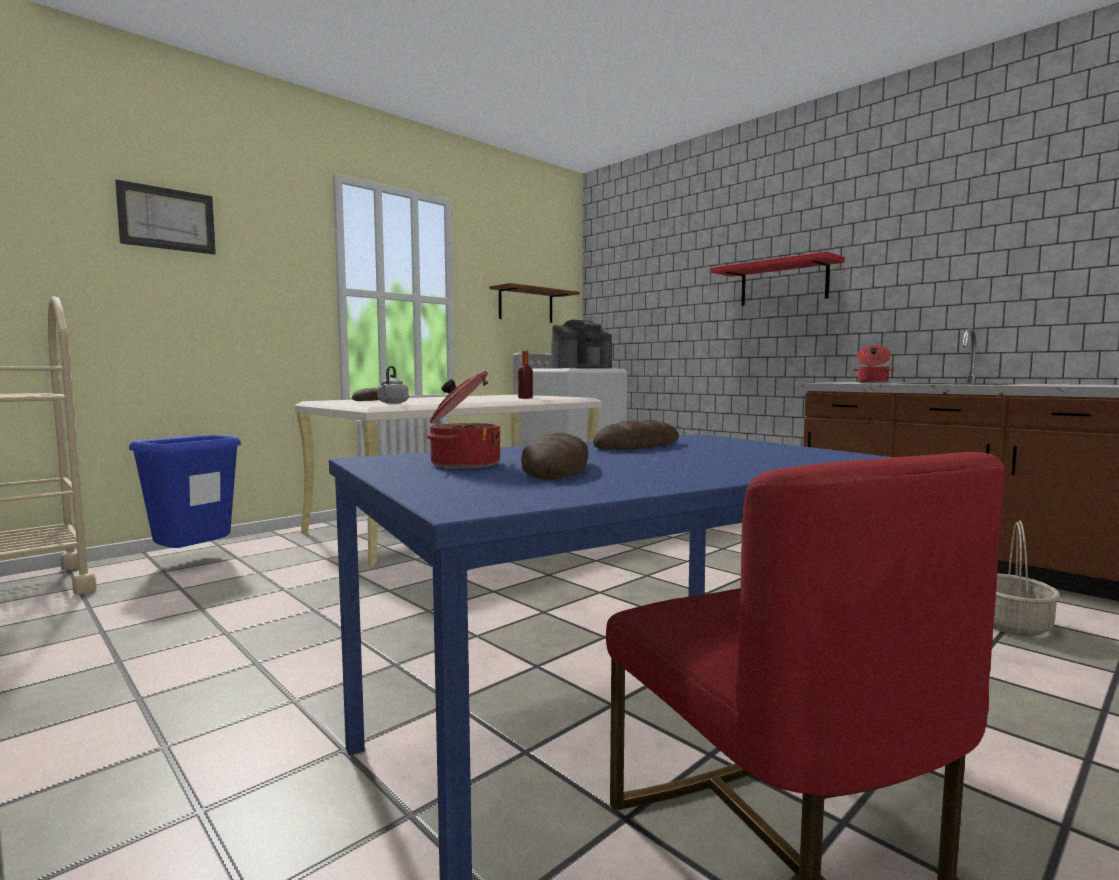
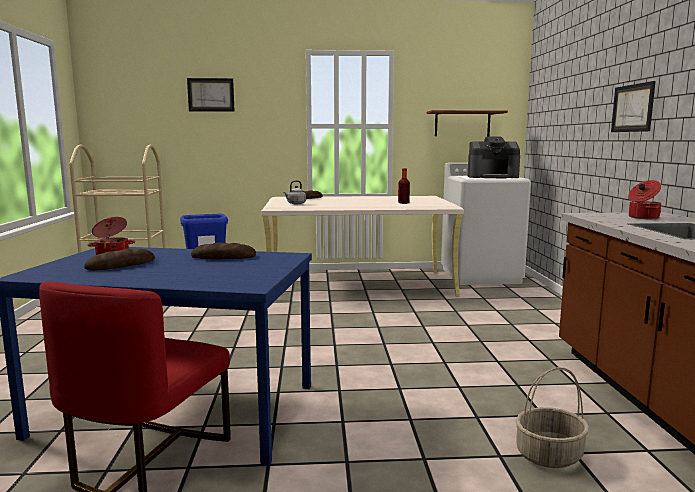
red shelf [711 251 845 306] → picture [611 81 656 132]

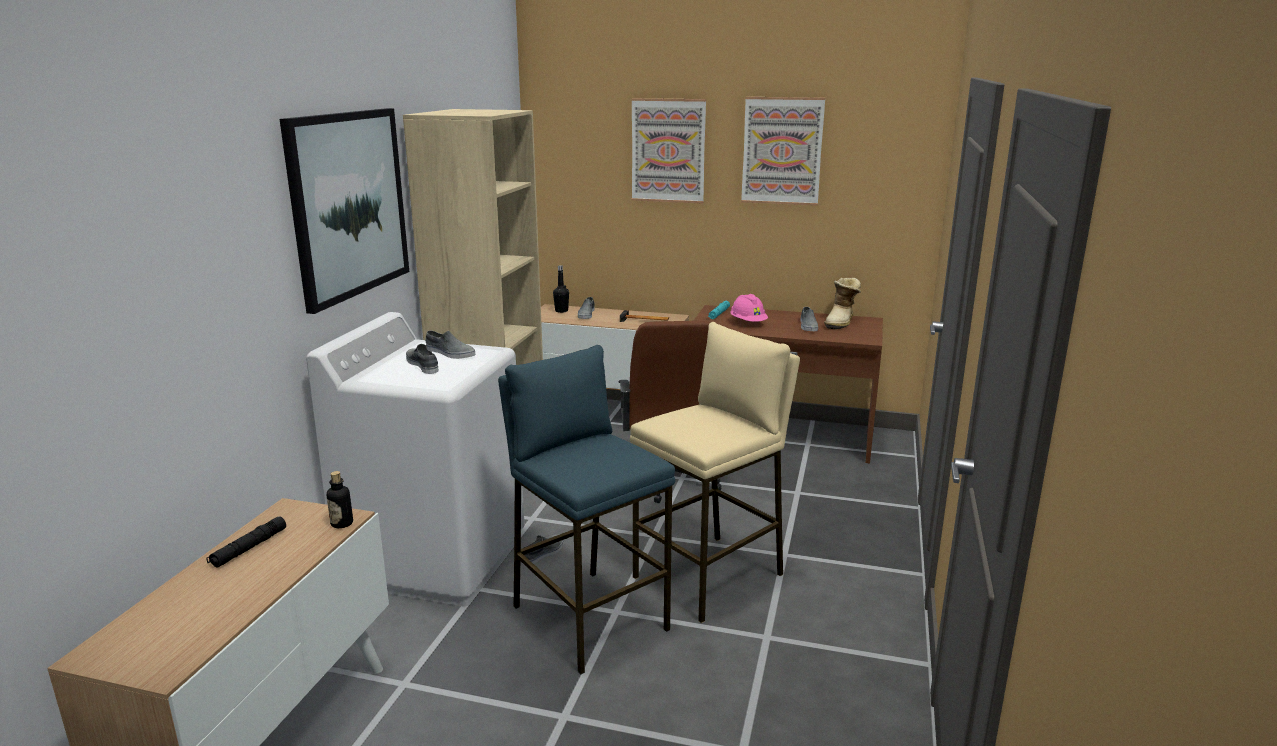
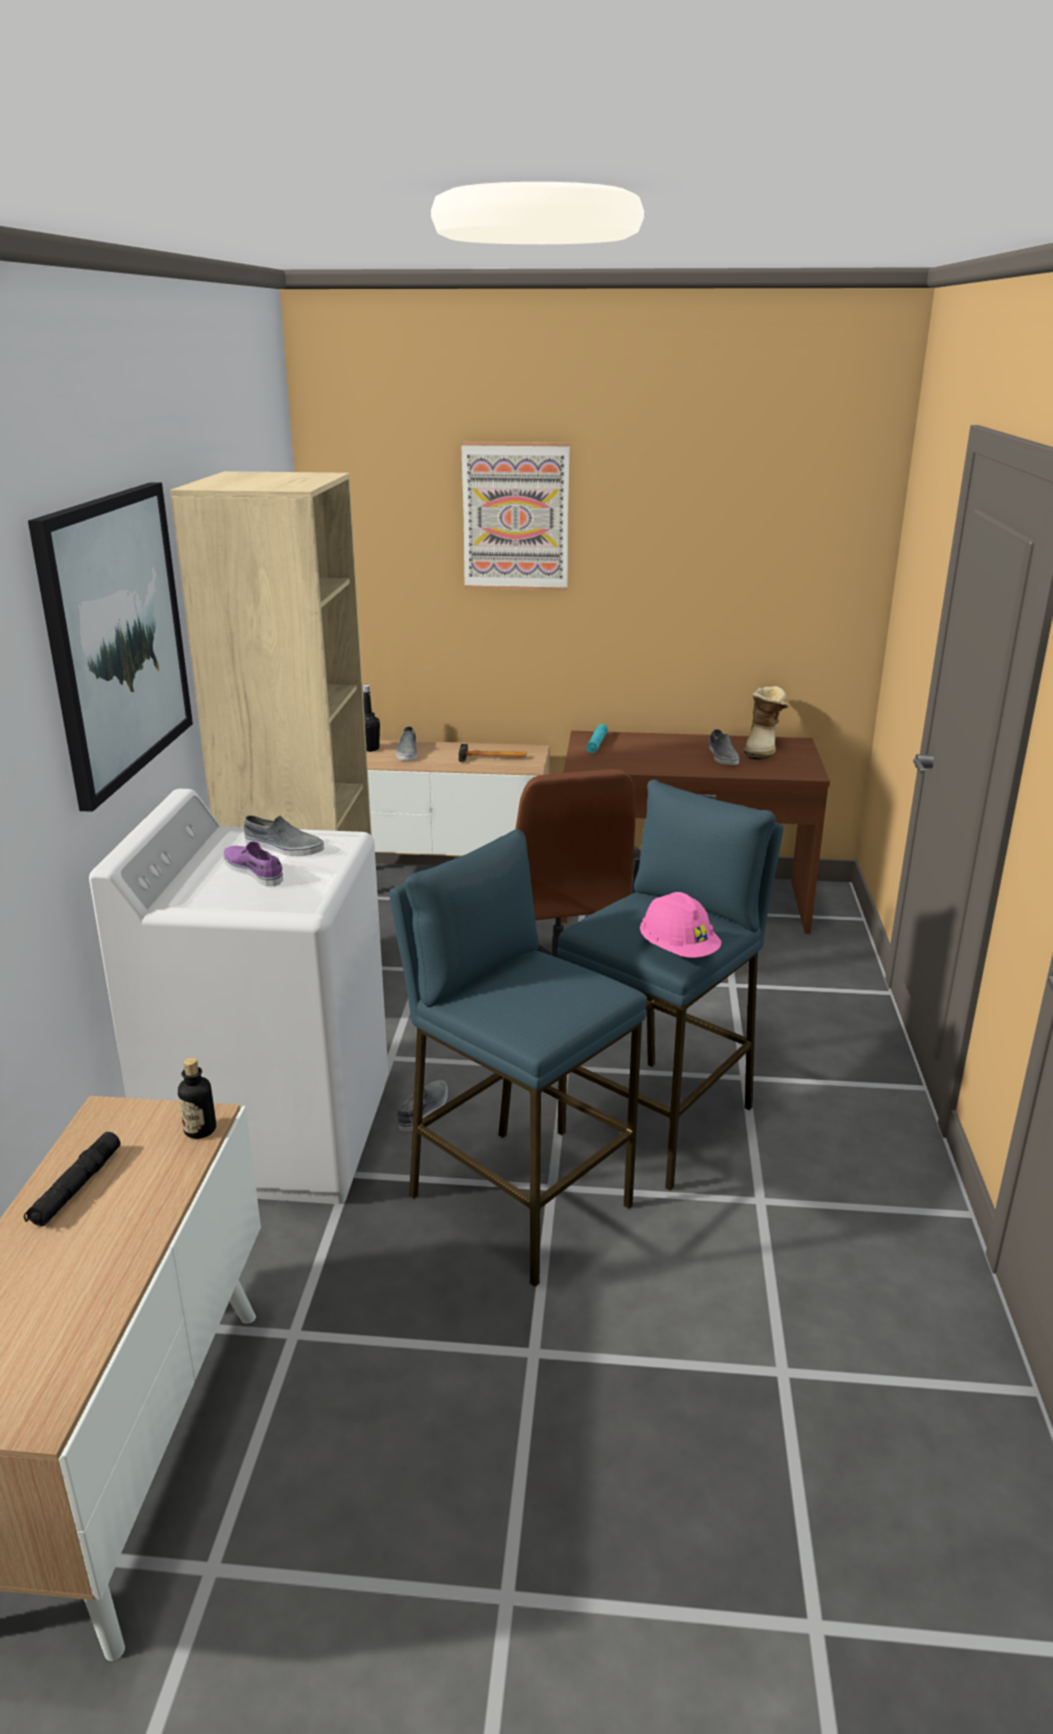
grey shoe [406 344 438 374] → purple shoe [223 841 283 886]
beige stool [630 322 800 623] → blue stool [557 779 783 1191]
pink hard hat [730 294 768 322] → pink hard hat [640 892 721 958], move
picture [741 97 825 206] → -

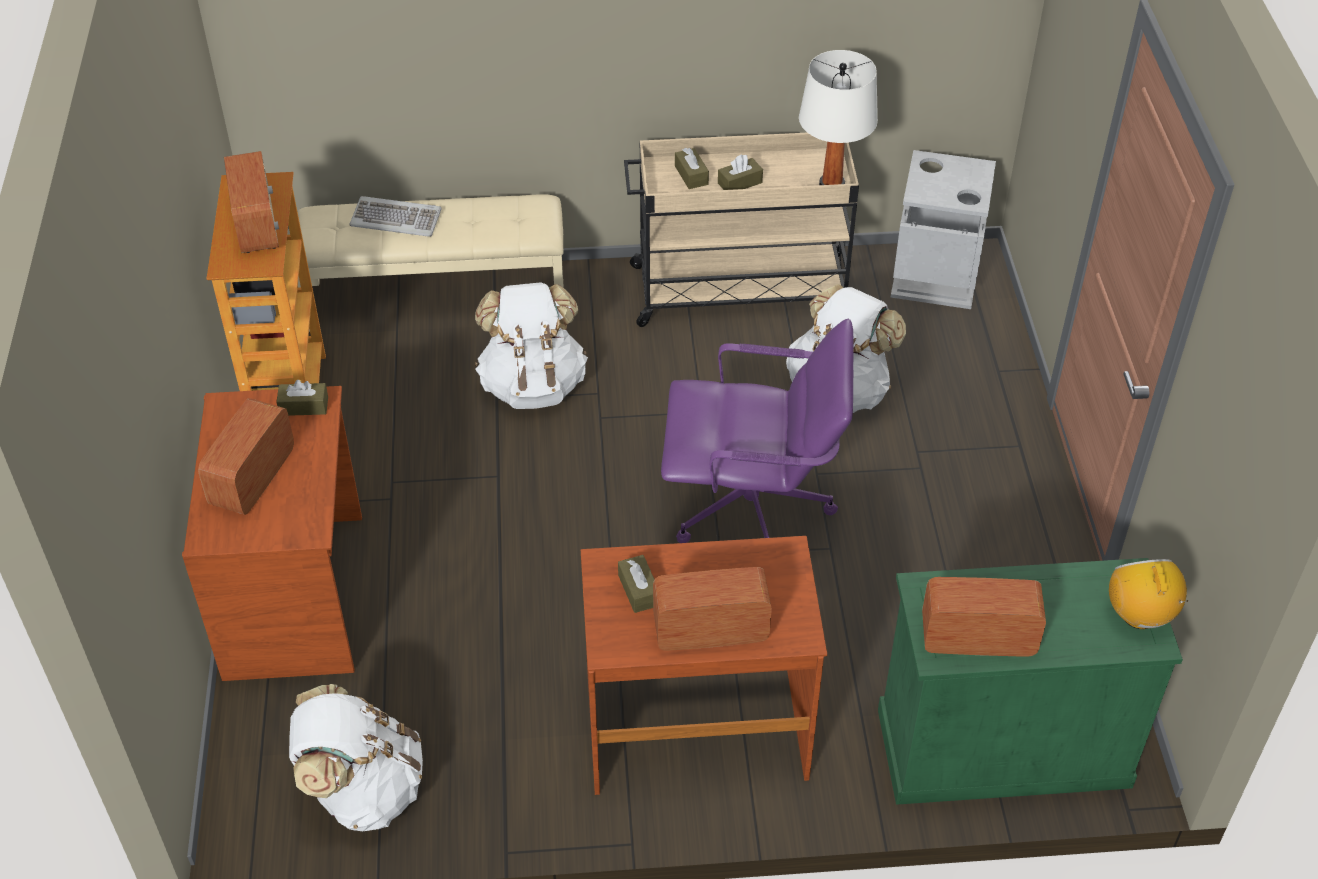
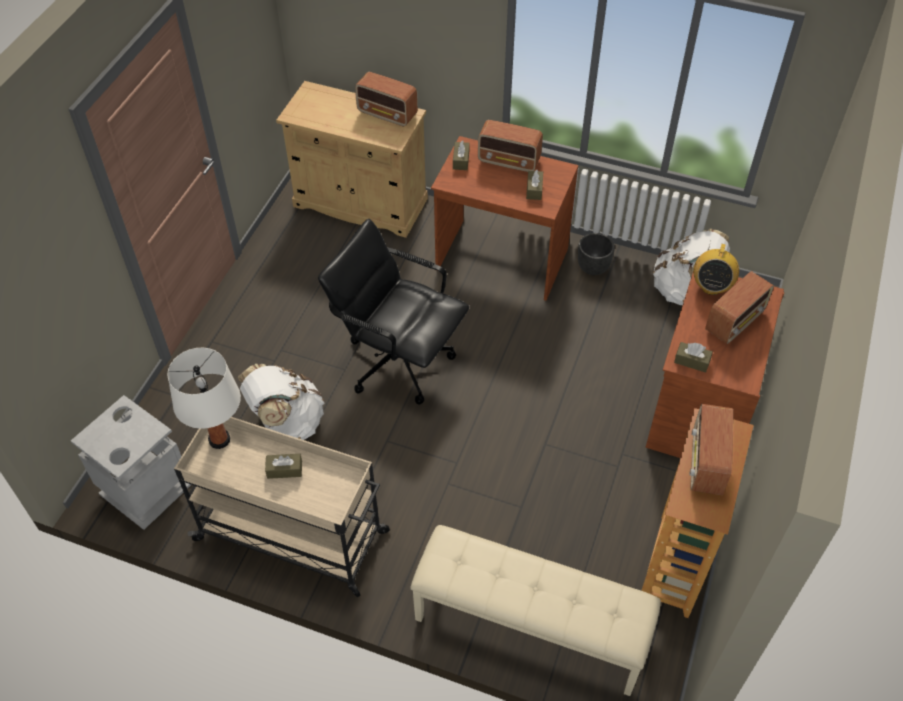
keyboard [349 196 442 237] → -
white backpack [475 282 588 409] → -
purple office chair [661 319 854 543] → black office chair [318 219 469 405]
brown tissue box [675 148 709 189] → brown tissue box [453 140 470 170], move
green cabinet [878 558 1183 805] → beige cabinet [276 81 428 238]
radio [1109 559 1188 629] → radio [693 242 739 295], move
- → black planter [578 233 615 275]

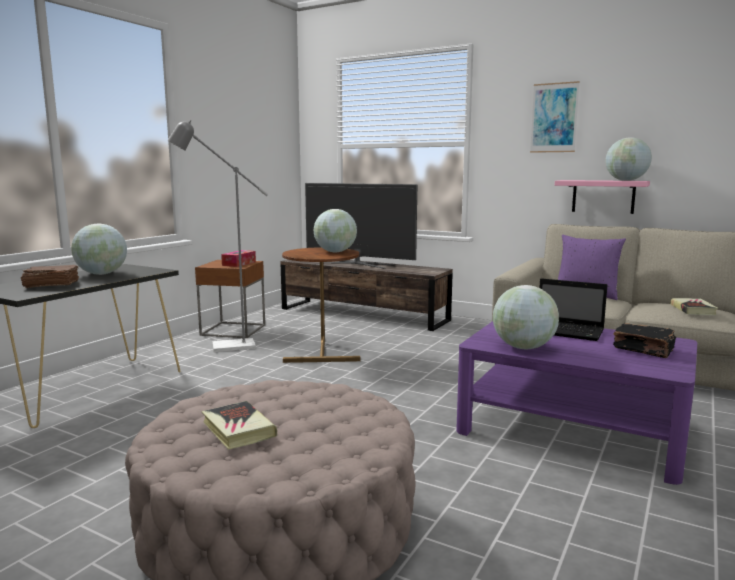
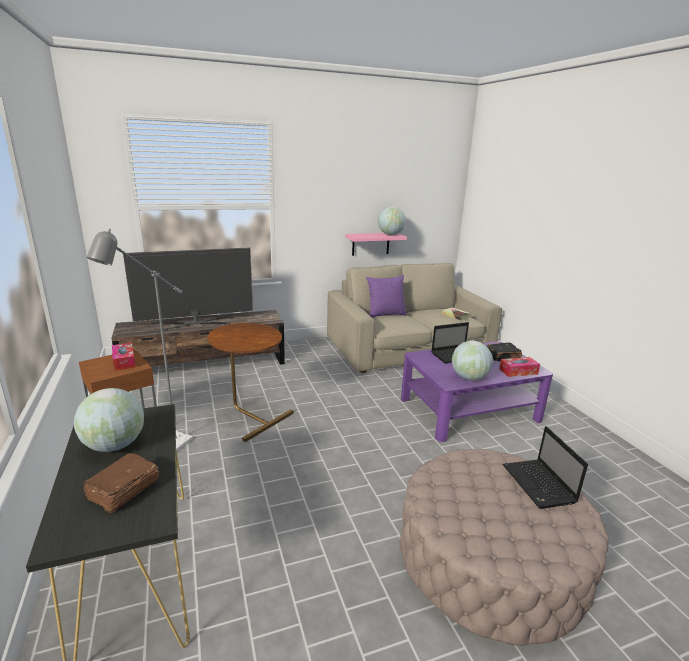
book [201 401 277 450] → -
globe [314 209 357 252] → -
picture [530 81 580 153] → -
- → tissue box [499 357 540 377]
- → laptop [503 426 588 509]

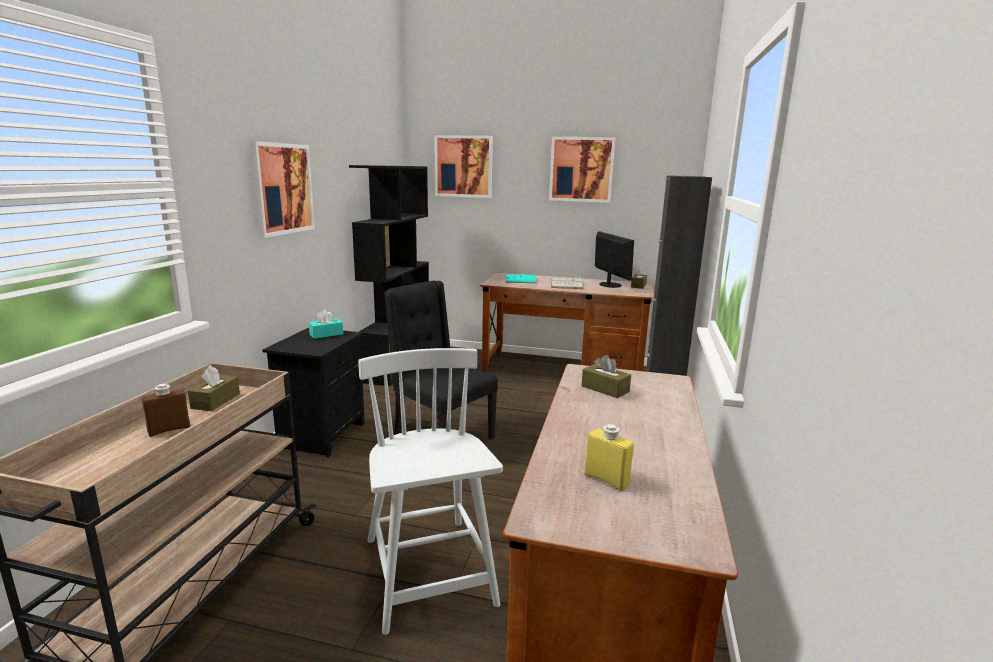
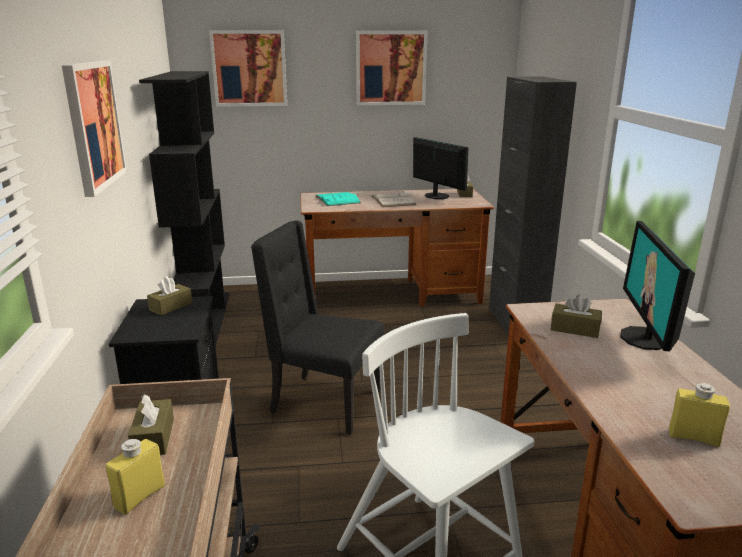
brown bottle [142 384 190 437] → yellow bottle [106 439 165 515]
turquoise tissue box [309 310 343 339] → brown tissue box [147 276 192 315]
- → monitor [620 221 695 351]

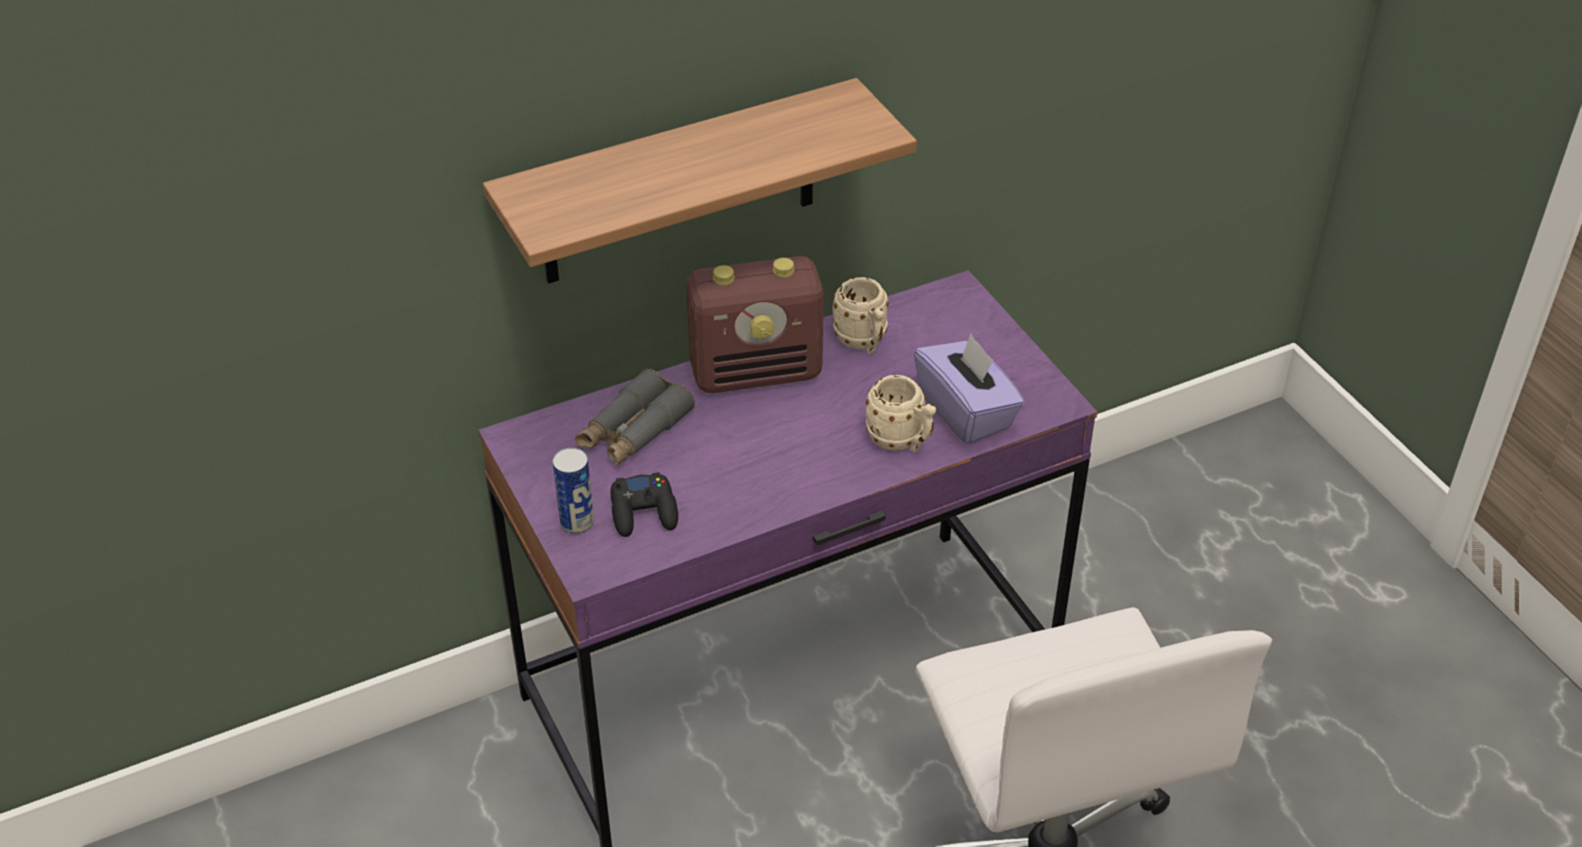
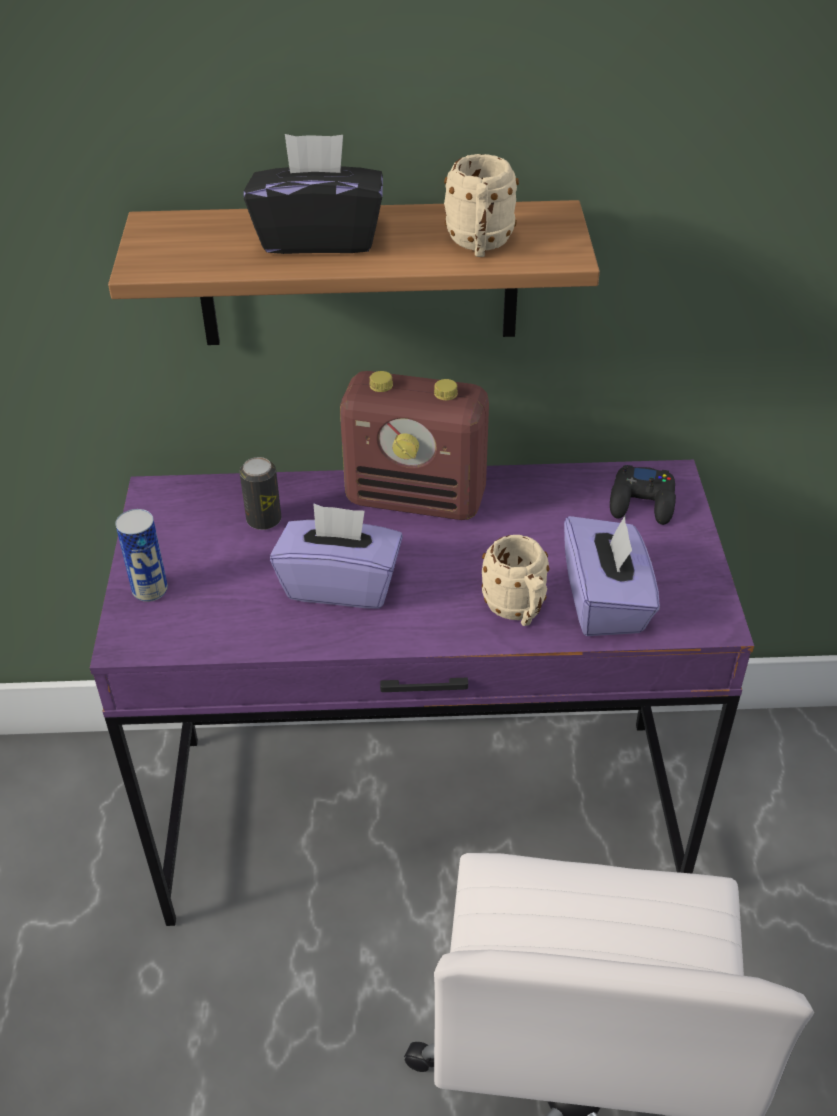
grey binoculars [575 369 695 467] → can [240 457 281 530]
black game controller [610 472 678 537] → black game controller [610 465 676 525], move
beige mug [833 277 889 354] → beige mug [444 154 519 257], move
- → black tissue box [244 134 383 254]
- → purple tissue box [270 504 403 609]

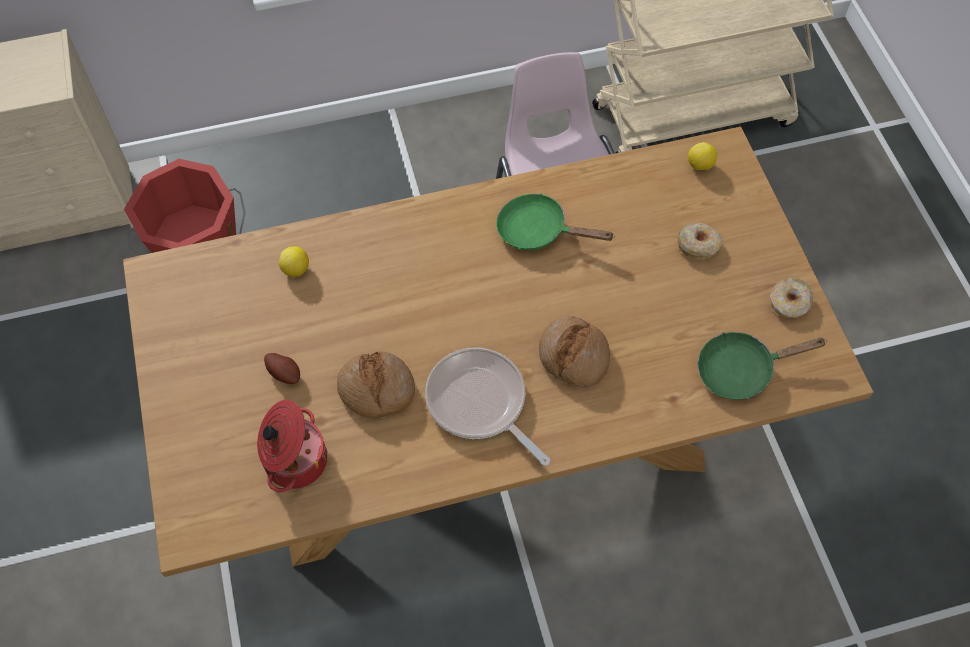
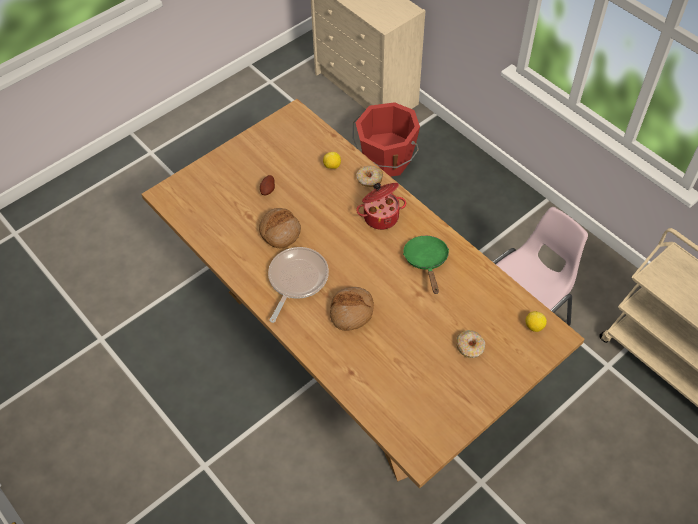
cooking pot [257 400 328 492] → cooking pot [356 183 406 230], move
green frying pan [697 332 827 400] → -
donut [770 277 814 318] → donut [356 166 383 187], move

